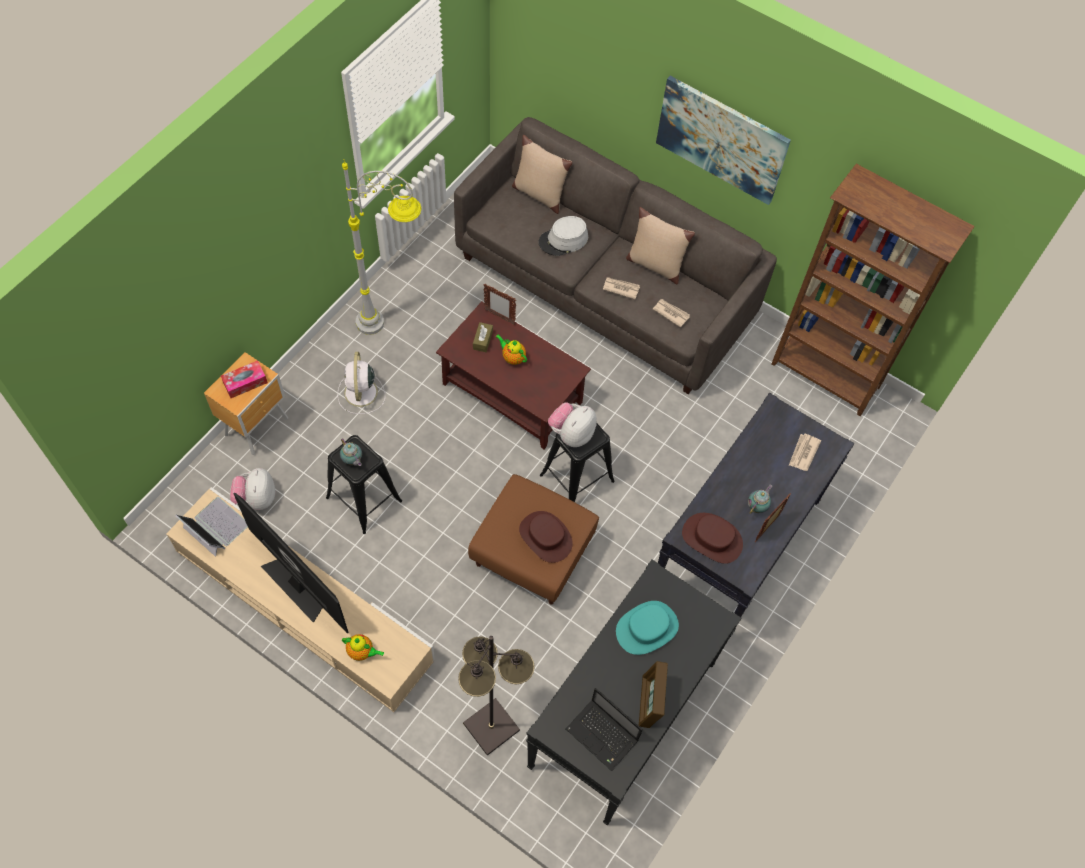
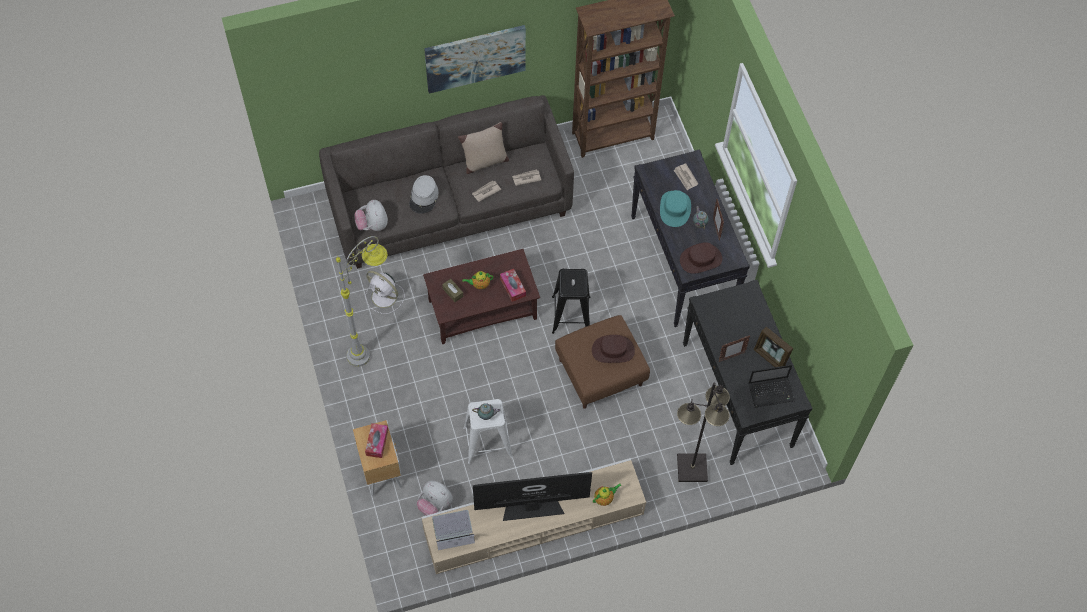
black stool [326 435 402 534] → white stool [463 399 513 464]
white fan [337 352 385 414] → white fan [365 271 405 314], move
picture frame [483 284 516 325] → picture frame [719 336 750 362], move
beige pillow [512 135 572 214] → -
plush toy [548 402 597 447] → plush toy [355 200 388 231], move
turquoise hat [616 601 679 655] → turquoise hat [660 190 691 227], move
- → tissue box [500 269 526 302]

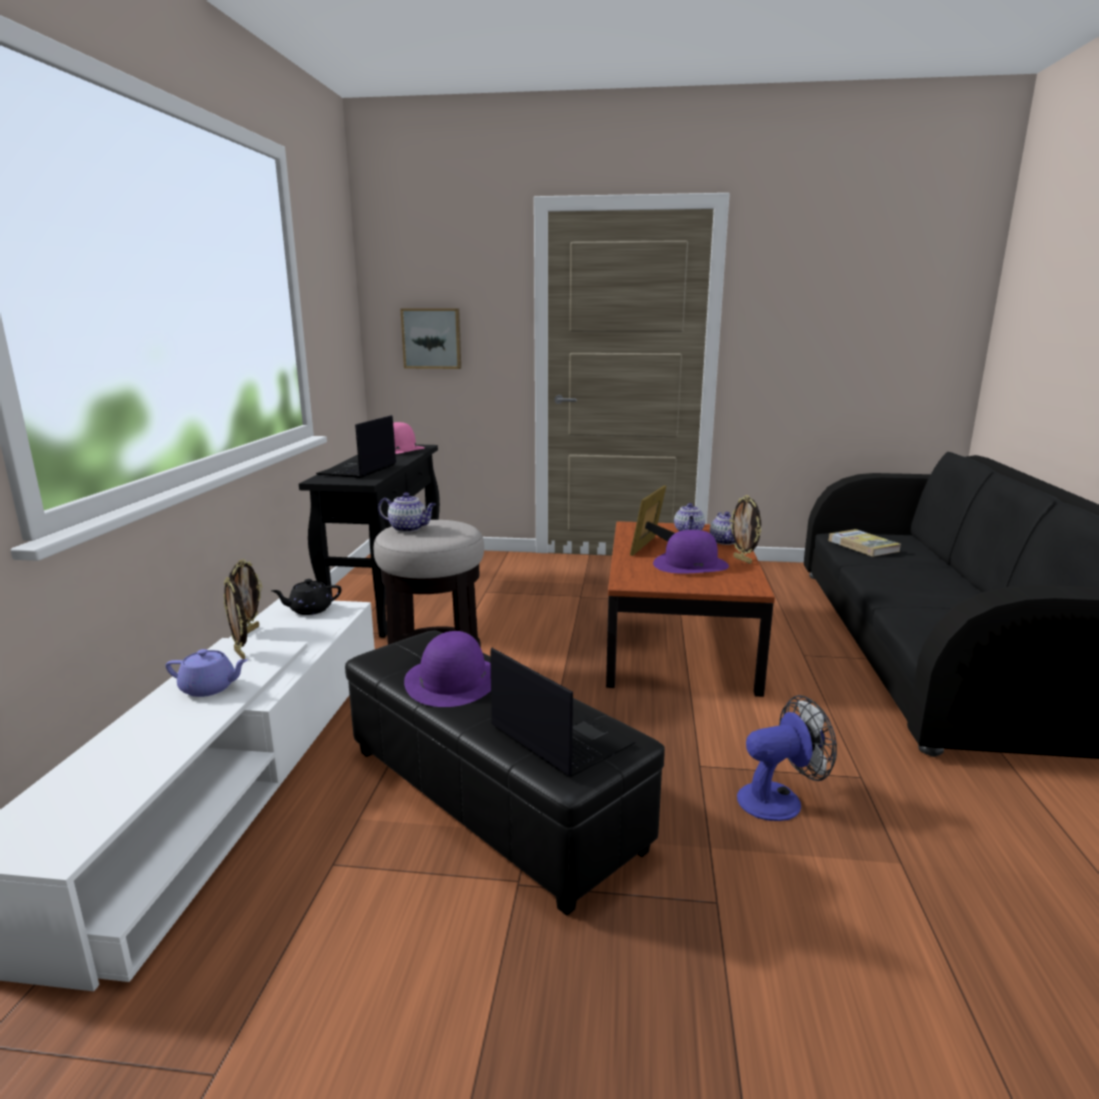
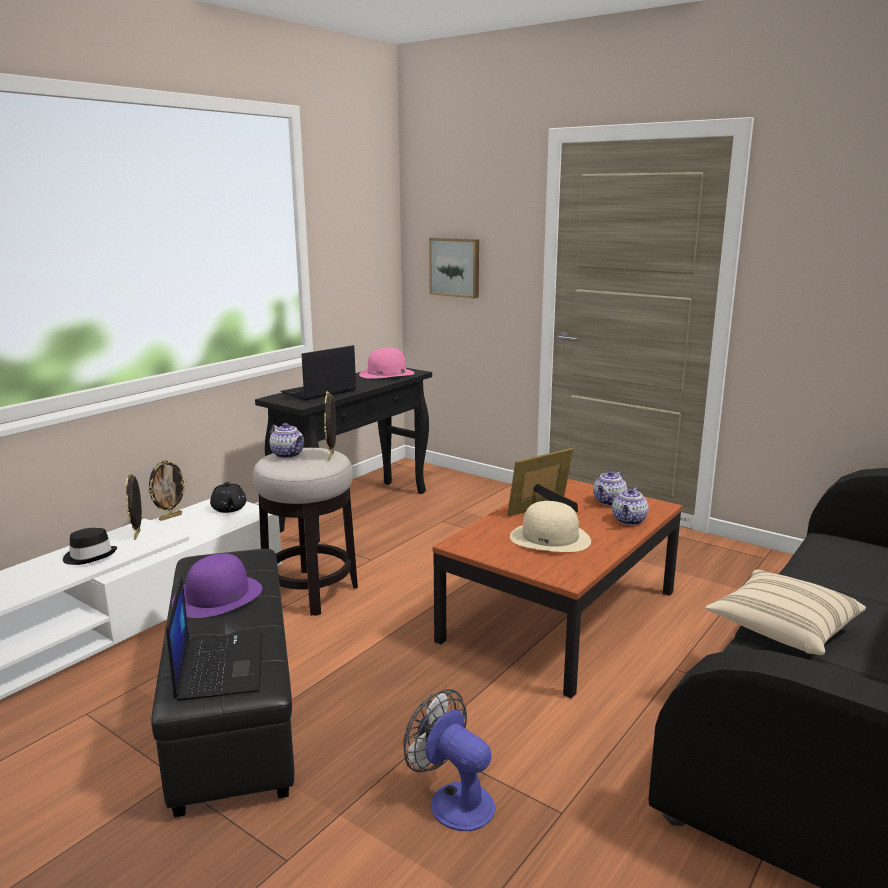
purple teapot [165 649 248 697] → black hat [63 528 117 565]
black teapot [271 579 341 615] → black teapot [210 482 246 513], 120 degrees counterclockwise
purple hat [653 530 729 573] → beige hat [510 501 591 552]
picture frame [730 495 761 564] → picture frame [324 391 336 460], move
fan [737 695 837 821] → fan [403 689 495 831], 150 degrees counterclockwise
book [829 529 901 557] → -
- → beige pillow [705 570 866 655]

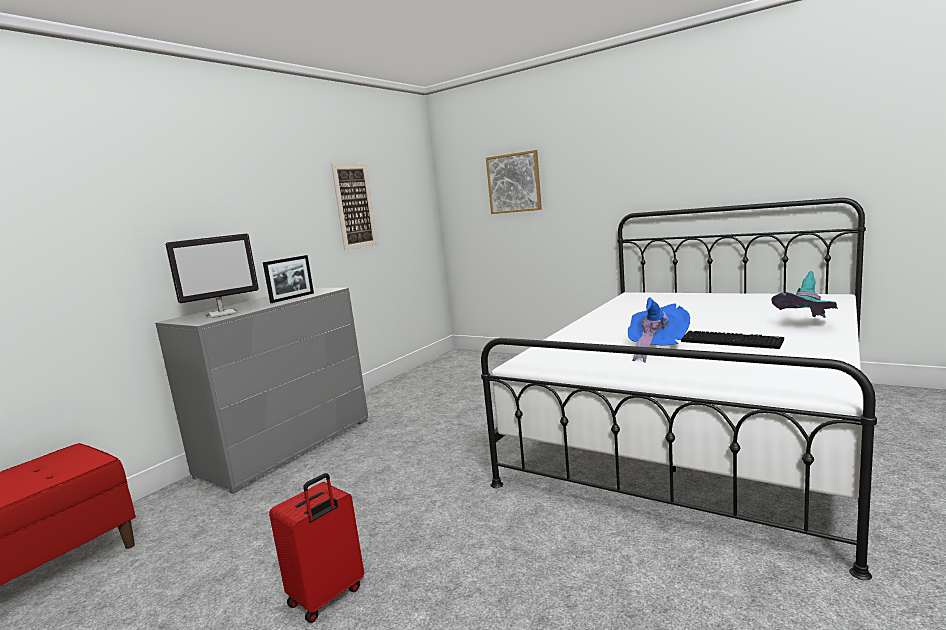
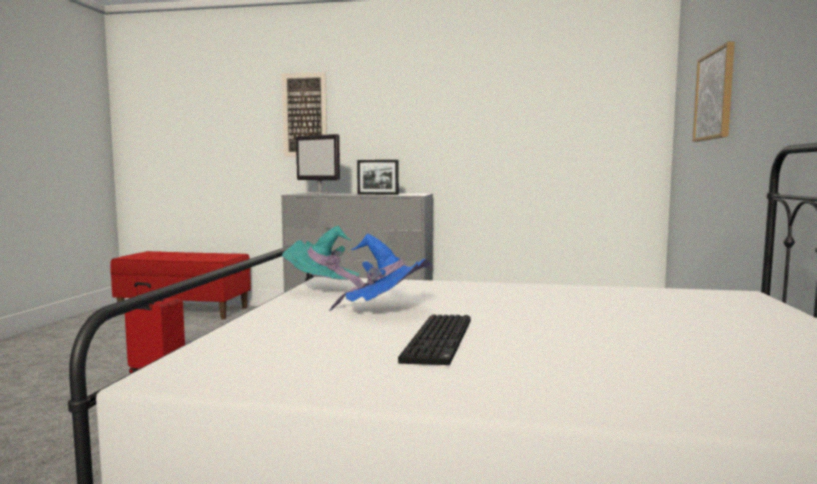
picture [331 164 378 250] → picture [282 72 327 157], move
turquoise hat [772 271 838 318] → turquoise hat [282 226 364 287], move

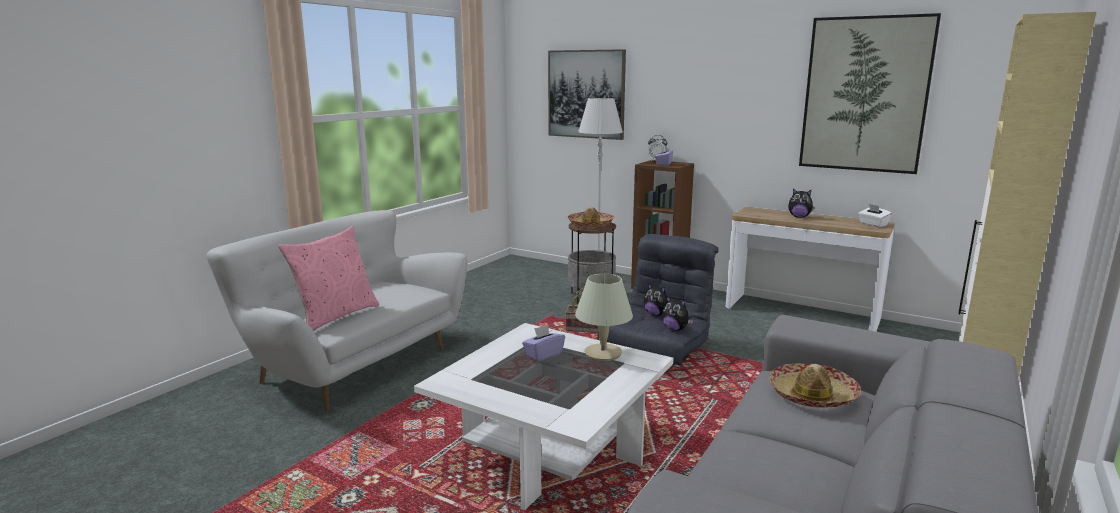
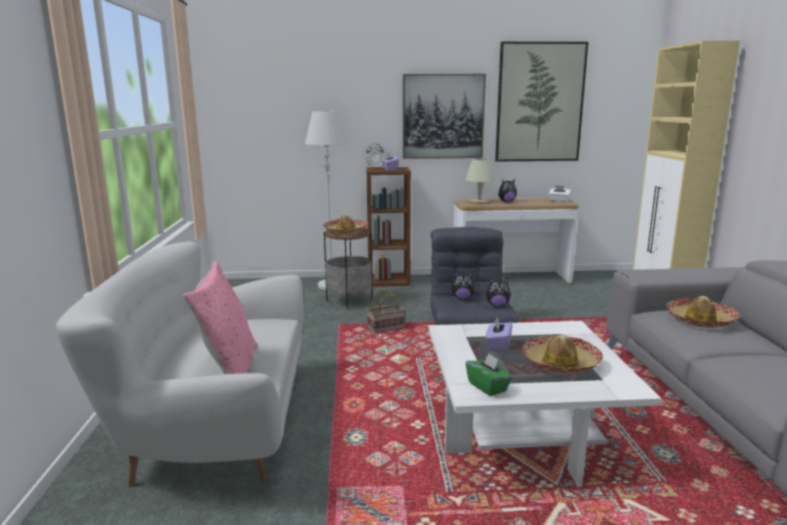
picture [548 49 626 140] → picture [403 74 486 159], move
beige table lamp [575 274 633 361] → beige table lamp [465 158 496 204], move
- → green tissue box [466 353 512 396]
- → hat [523 335 603 373]

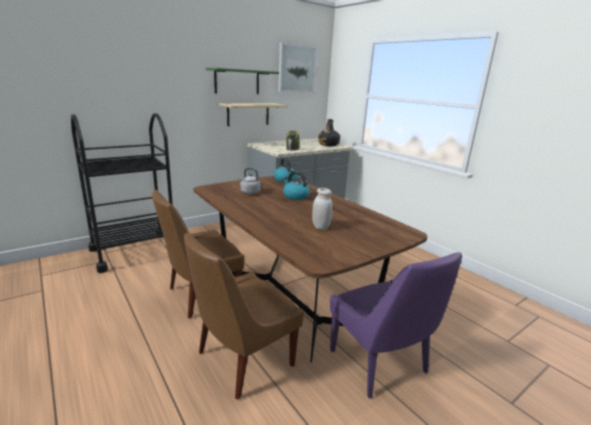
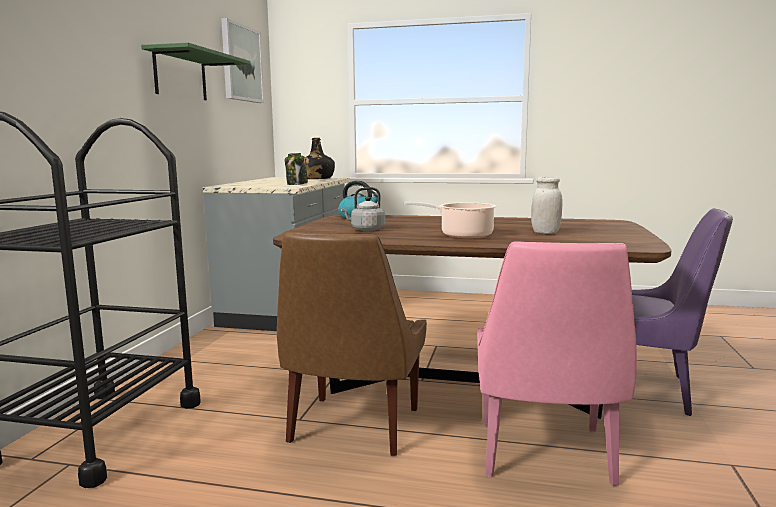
brown chair [184 233 304 400] → pink chair [477 241 637 486]
beige shelf [219 103 288 126] → -
kettle [283 171 310 200] → -
- → cooking pot [404 202 497 239]

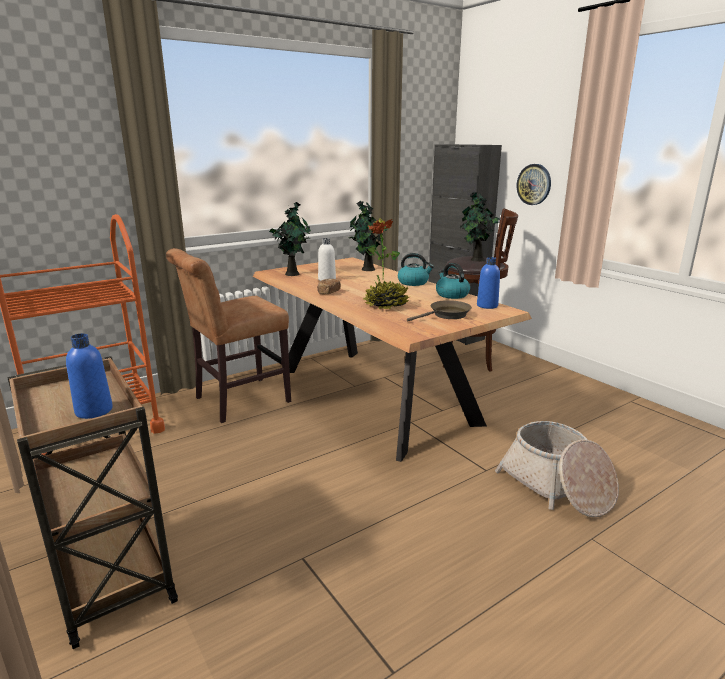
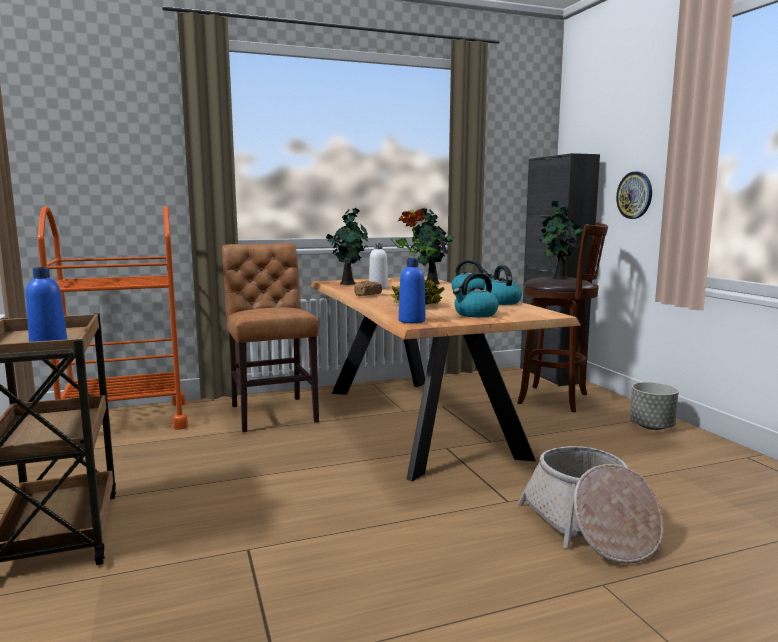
brown chair [166 248 291 423] → brown chair [221 243 319 432], 90 degrees clockwise
brown frying pan [407 300 472 322] → kettle [453 273 499 317]
blue bottle [477 257 500 309] → blue bottle [399 258 426 323], move
- → grey planter [630 382 679 430]

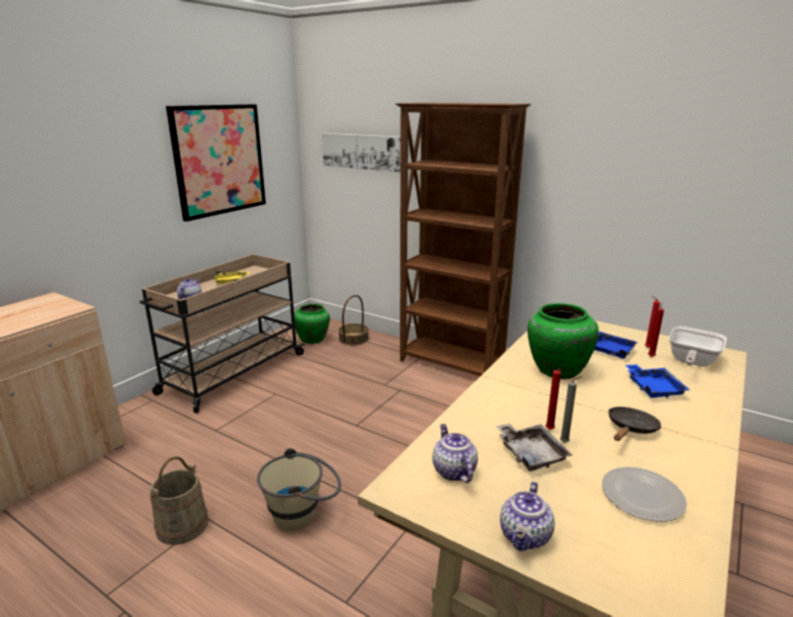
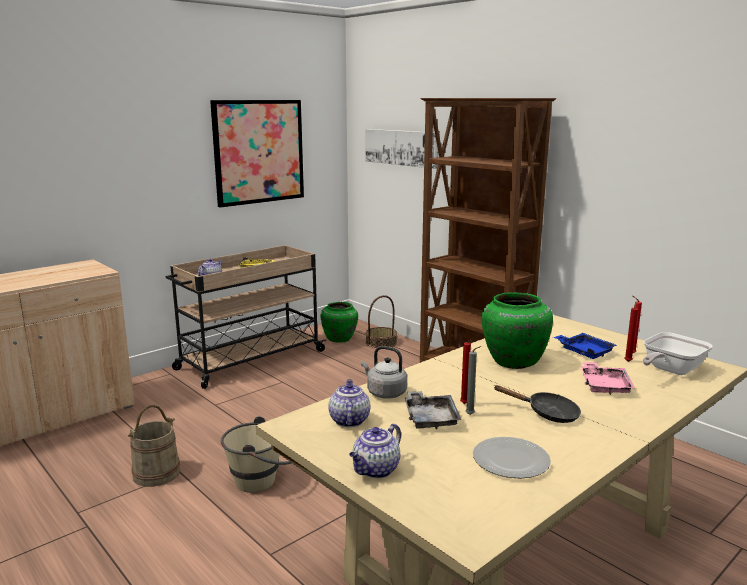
black frying pan [609 407 661 441] → black frying pan [493 385 581 423], 60 degrees clockwise
blue tray [625 364 689 398] → pink tray [581 362 635 395]
- → grey kettle [361 346 407 399]

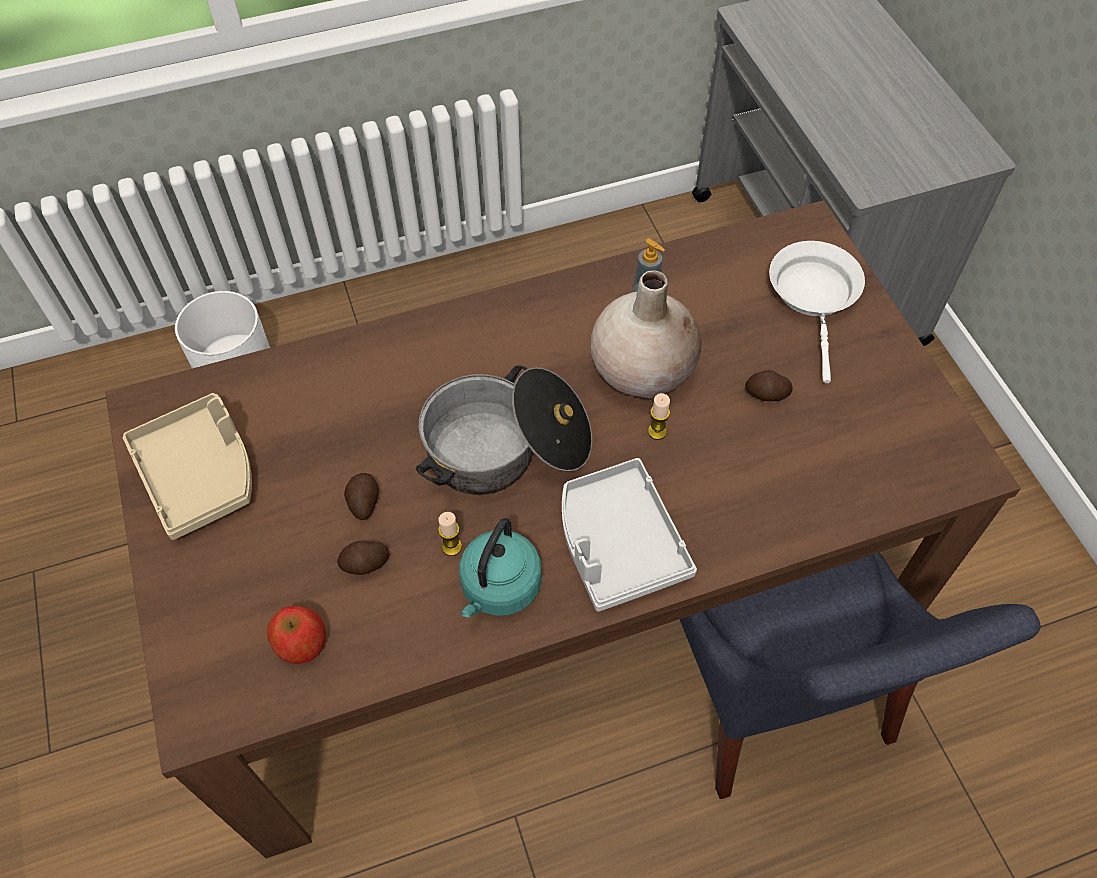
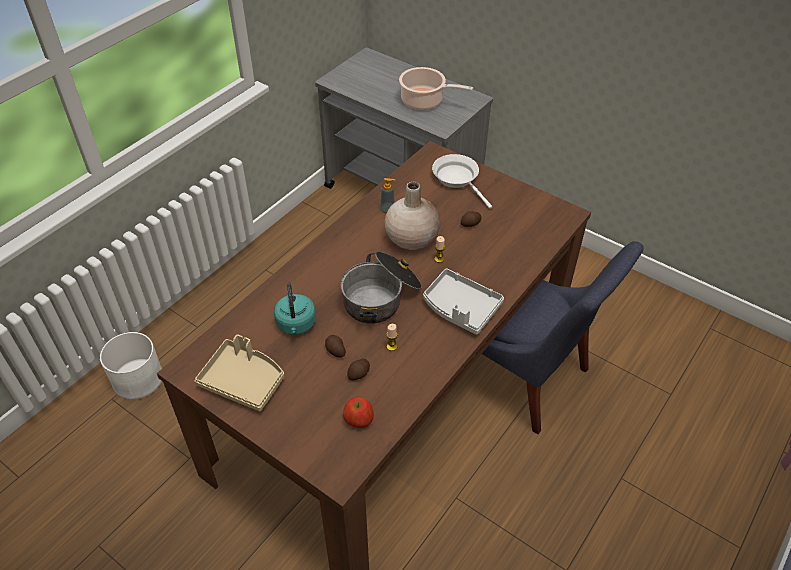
turquoise kettle [459 518 542 618] → turquoise kettle [274 283 316 335], move
- → cooking pot [399 67 473 110]

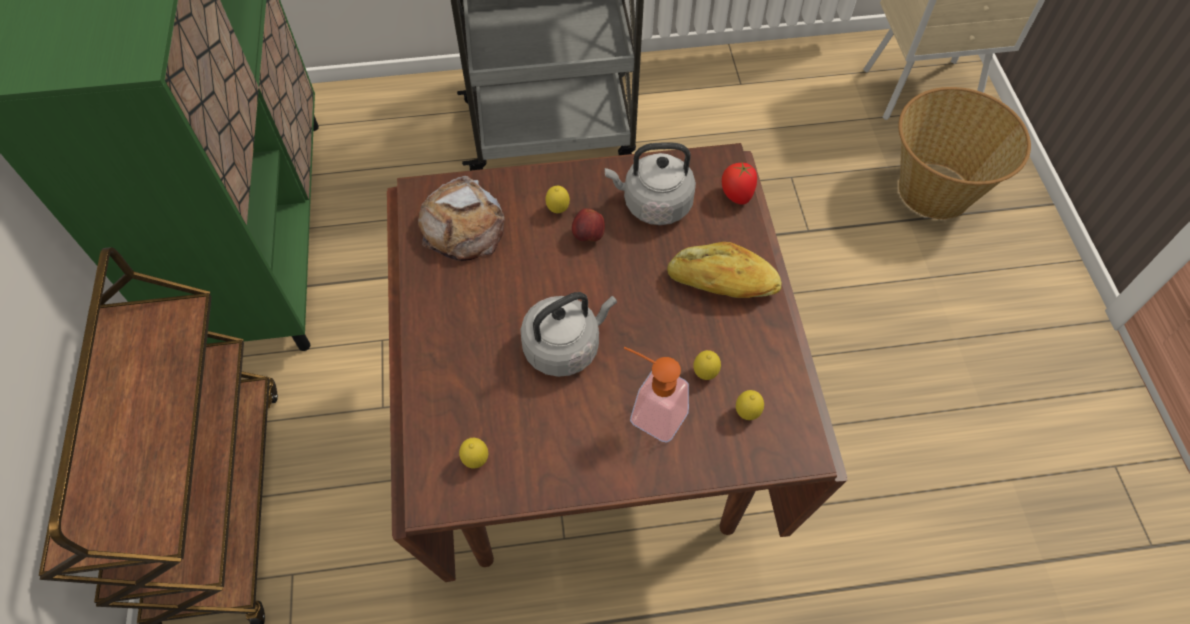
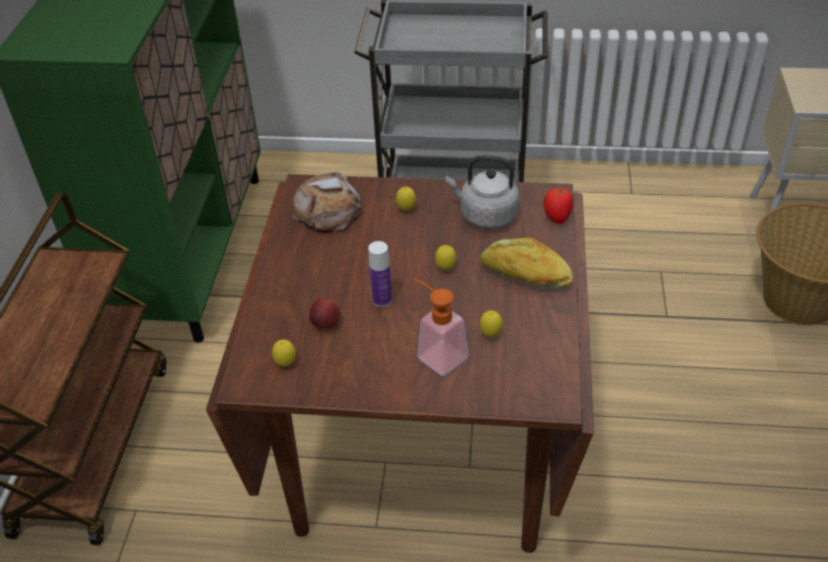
grey kettle [520 292 617 377] → bottle [368 241 392 307]
apple [572 208 605 242] → apple [309 298 340 329], move
lemon [736 390 764 420] → lemon [435 245 456 270], move

